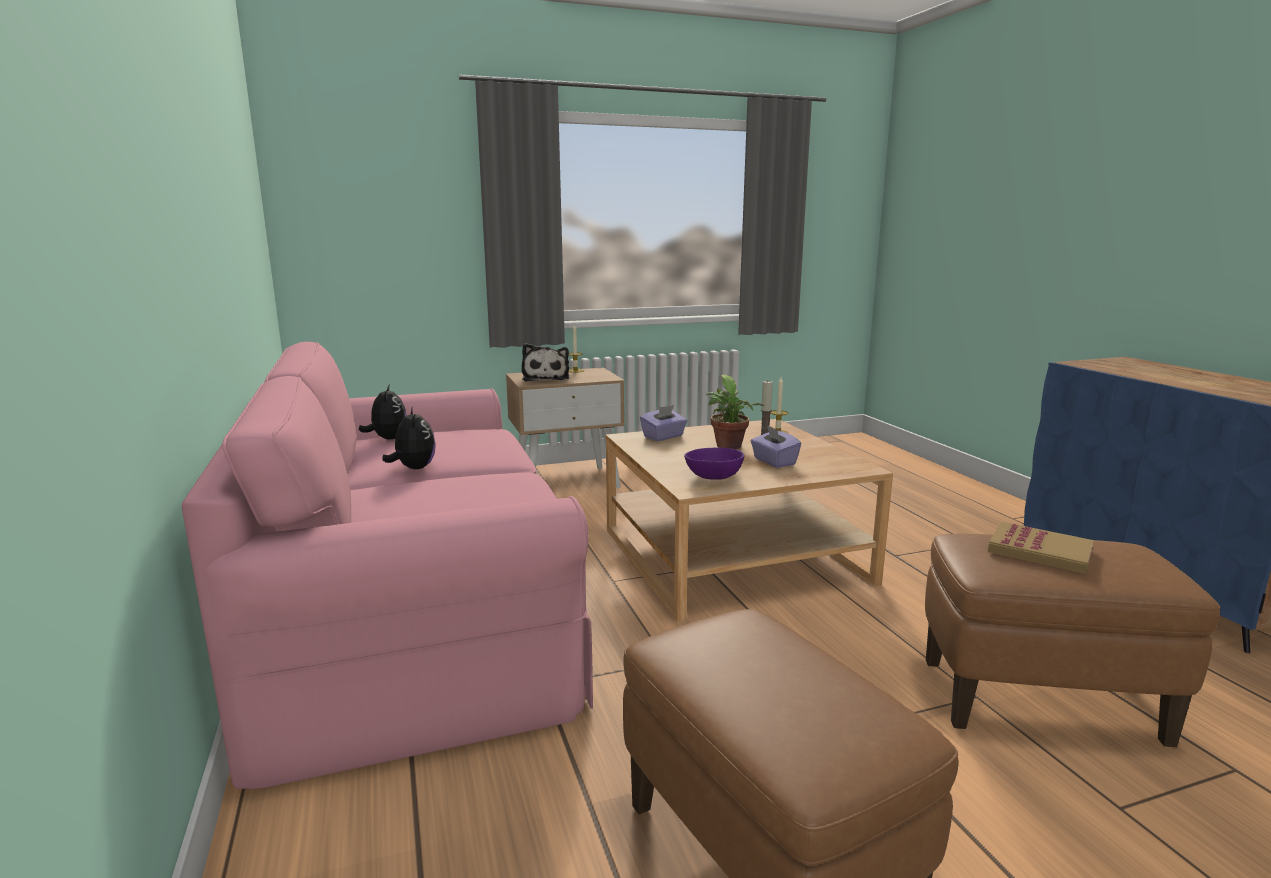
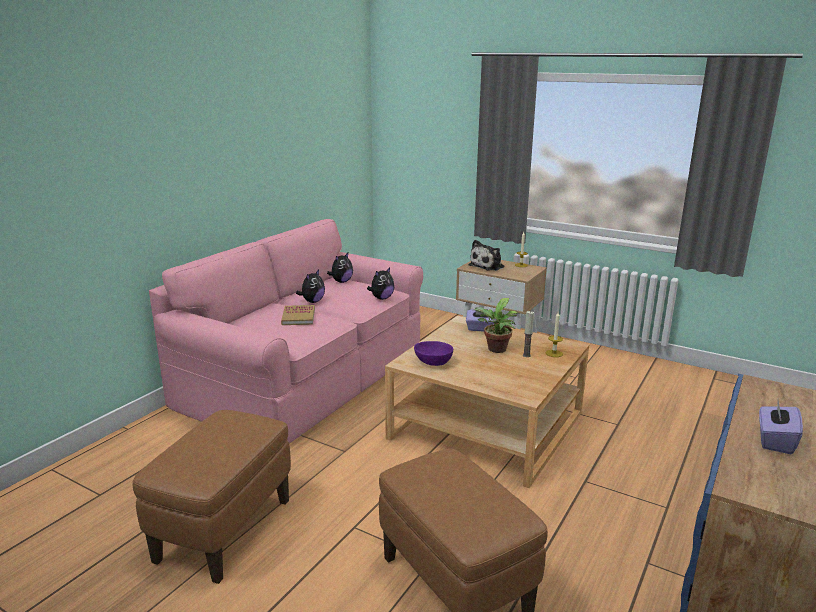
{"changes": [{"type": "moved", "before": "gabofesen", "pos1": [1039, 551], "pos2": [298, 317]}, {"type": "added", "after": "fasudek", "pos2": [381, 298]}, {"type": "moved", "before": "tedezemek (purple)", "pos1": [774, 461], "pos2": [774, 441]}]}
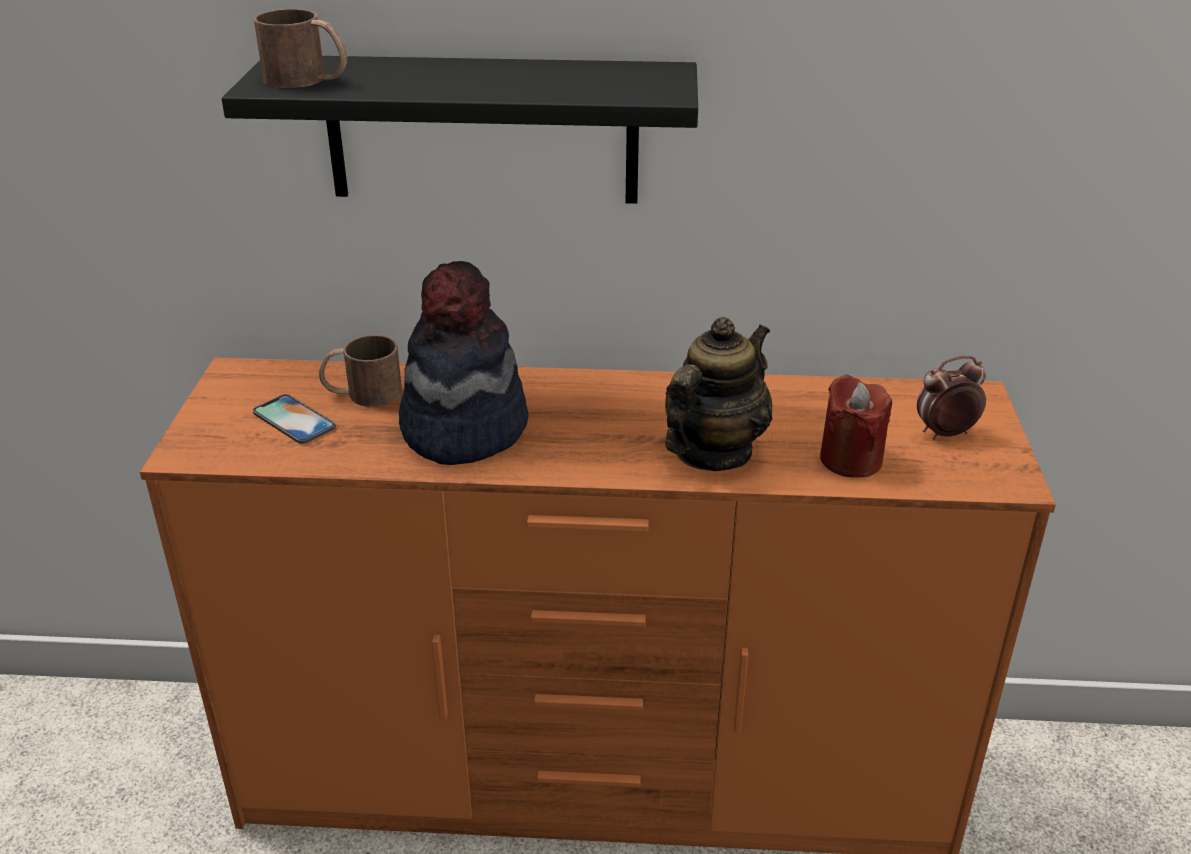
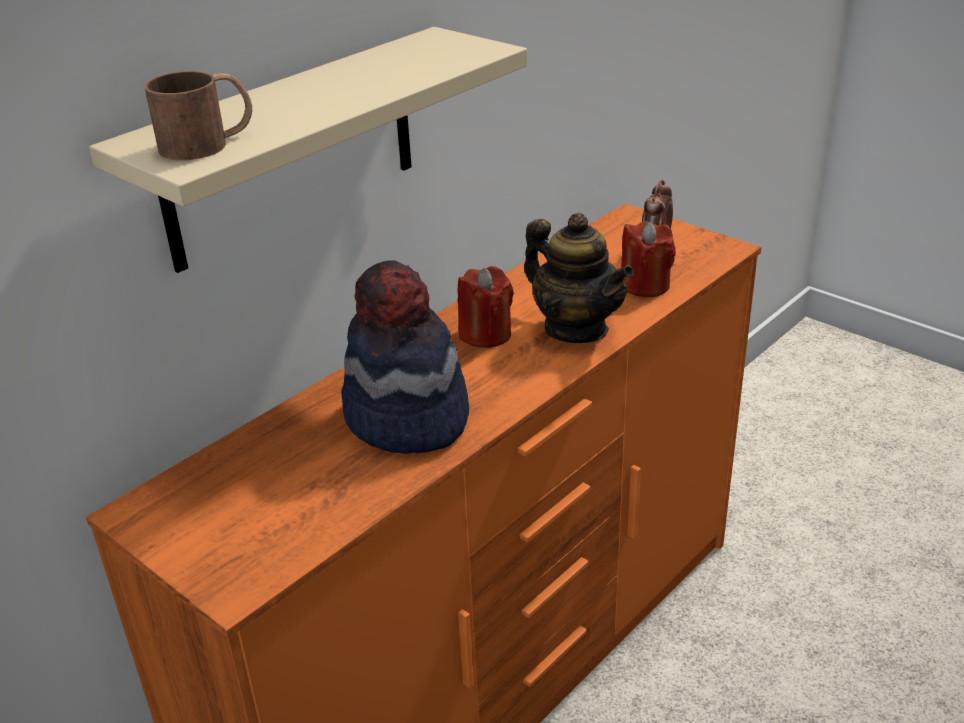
{"changes": [{"type": "recoloured", "before": "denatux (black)", "after": "denatux (beige)", "pos1": [482, 130], "pos2": [292, 148]}, {"type": "added", "after": "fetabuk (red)", "pos2": [485, 334]}, {"type": "turned", "before": "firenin", "pos1": [712, 452], "pos2": [576, 328], "turn": 150}, {"type": "removed", "before": "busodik", "pos1": [294, 420]}, {"type": "removed", "before": "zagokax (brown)", "pos1": [362, 393]}]}
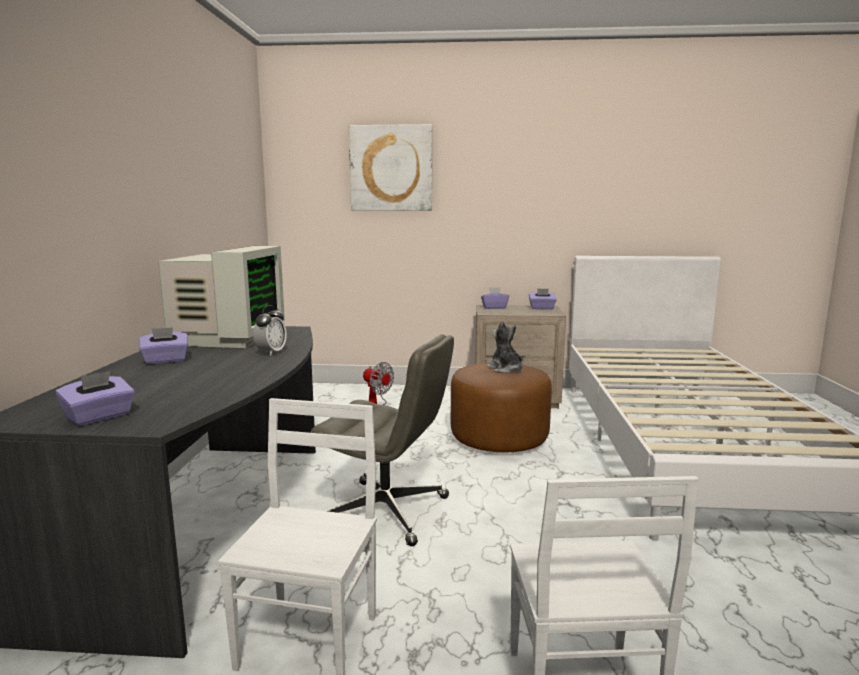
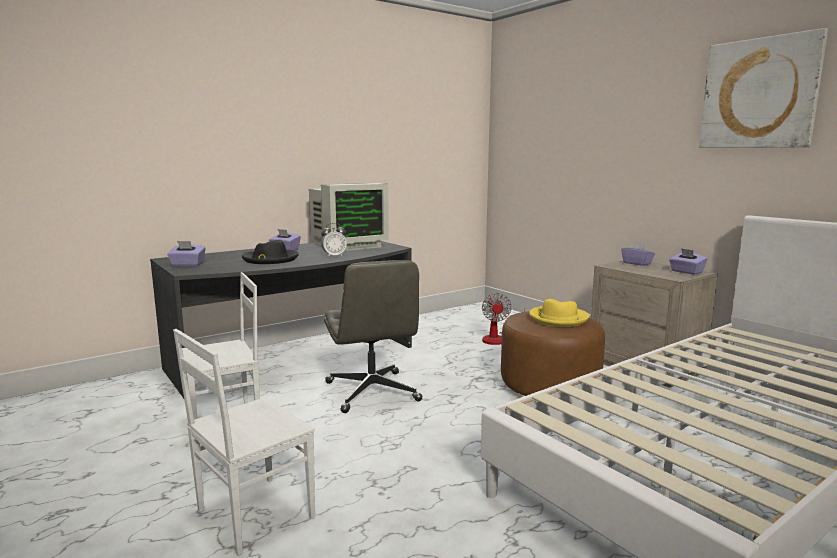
{"changes": [{"type": "added", "after": "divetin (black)", "pos2": [270, 259]}, {"type": "replaced", "before": "fasudek", "after": "divetin (yellow)", "pos1": [505, 369], "pos2": [558, 318]}, {"type": "moved", "before": "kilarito", "pos1": [391, 168], "pos2": [759, 94]}]}
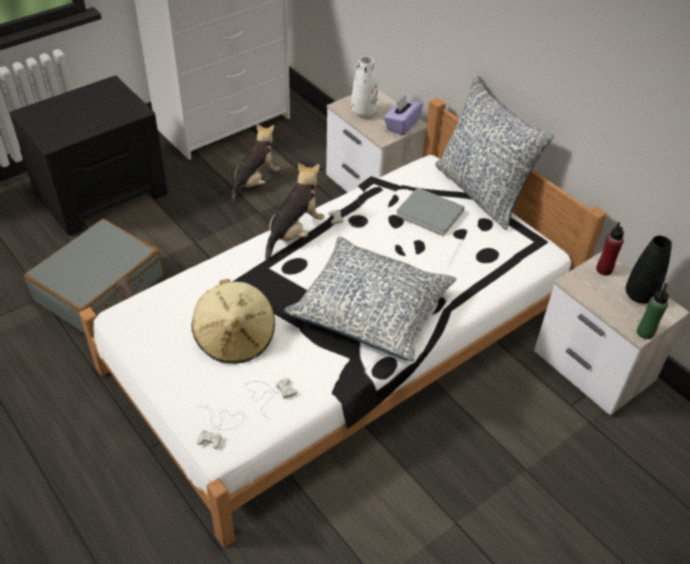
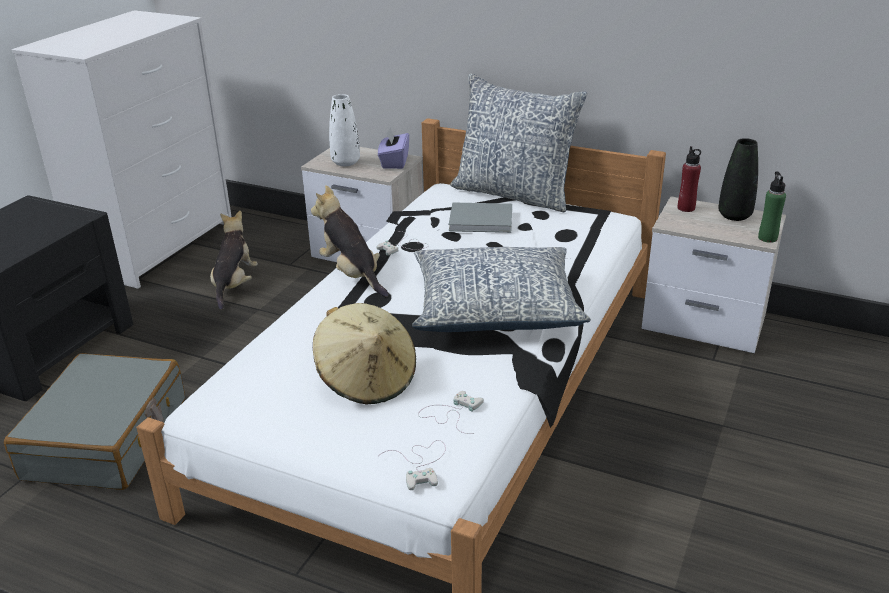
{"changes": [{"type": "turned", "before": "fasudek", "pos1": [294, 233], "pos2": [352, 274], "turn": -45}]}
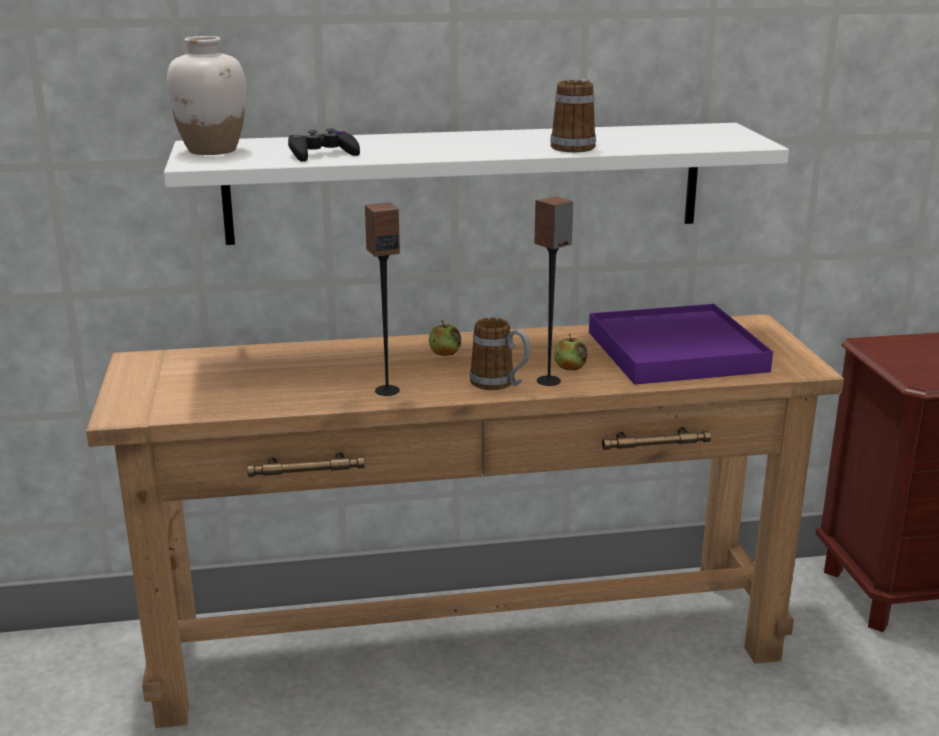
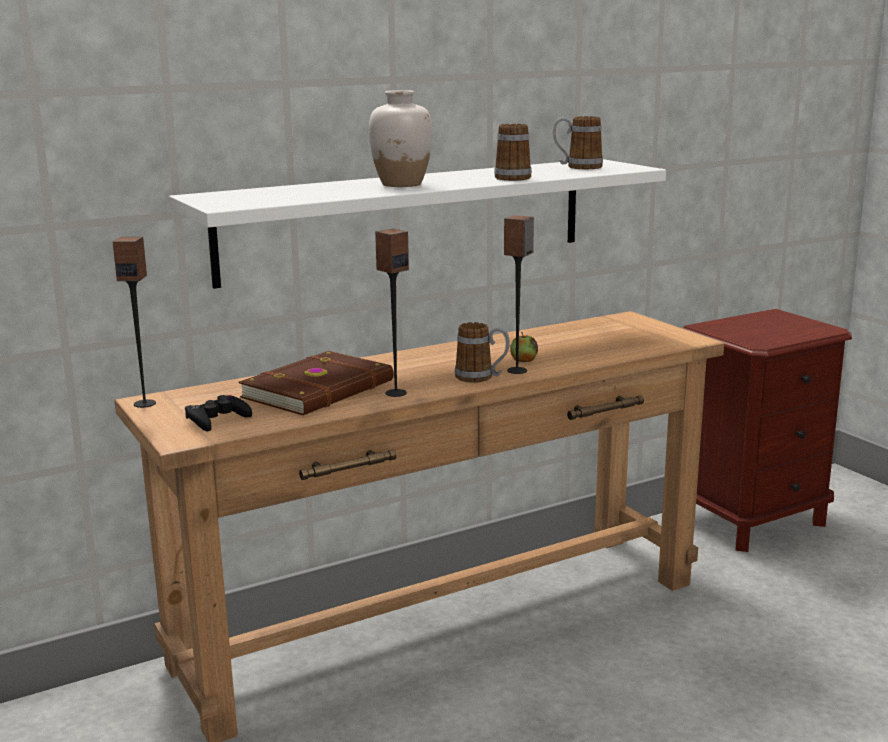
{"changes": [{"type": "added", "after": "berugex", "pos2": [145, 403]}, {"type": "moved", "before": "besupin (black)", "pos1": [322, 154], "pos2": [217, 419]}, {"type": "added", "after": "gabofesen (brown)", "pos2": [320, 390]}, {"type": "moved", "before": "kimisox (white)", "pos1": [212, 150], "pos2": [402, 184]}, {"type": "added", "after": "zagokax", "pos2": [577, 167]}, {"type": "removed", "before": "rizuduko", "pos1": [445, 353]}, {"type": "removed", "before": "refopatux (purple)", "pos1": [675, 351]}]}
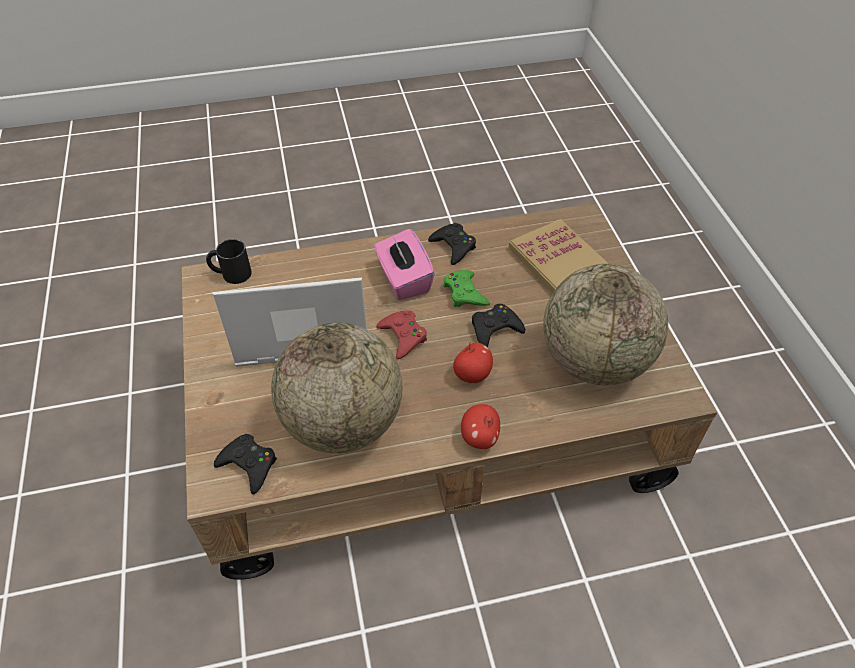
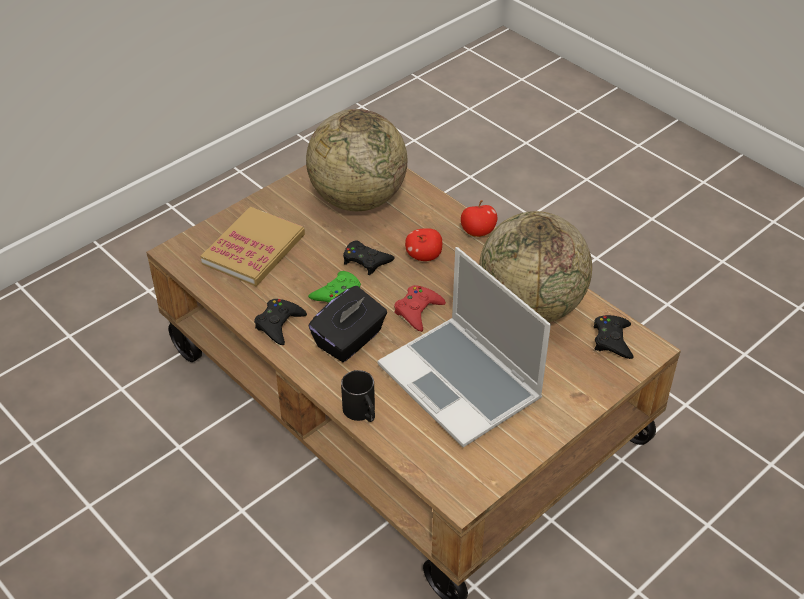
{"changes": [{"type": "recoloured", "before": "tedezemek (pink)", "after": "tedezemek (black)", "pos1": [403, 279], "pos2": [349, 340]}, {"type": "moved", "before": "zagokax (black)", "pos1": [231, 273], "pos2": [362, 412]}]}
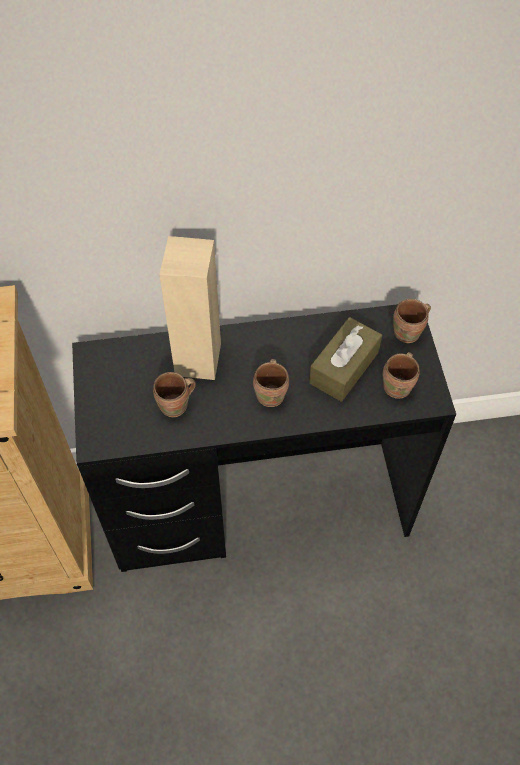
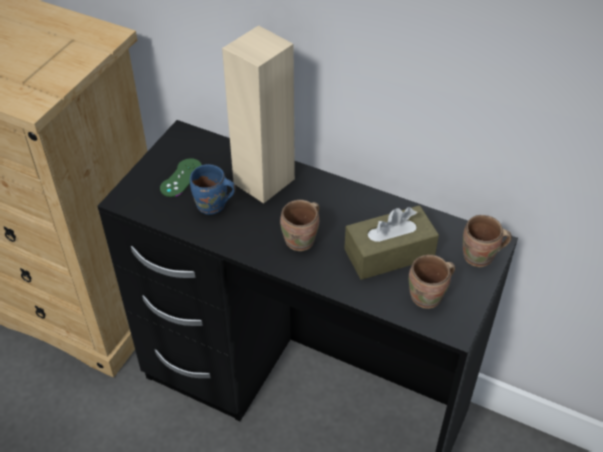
{"changes": [{"type": "added", "after": "besupin (green)", "pos2": [181, 178]}, {"type": "recoloured", "before": "zagokax (brown)", "after": "zagokax (blue)", "pos1": [176, 406], "pos2": [212, 206]}]}
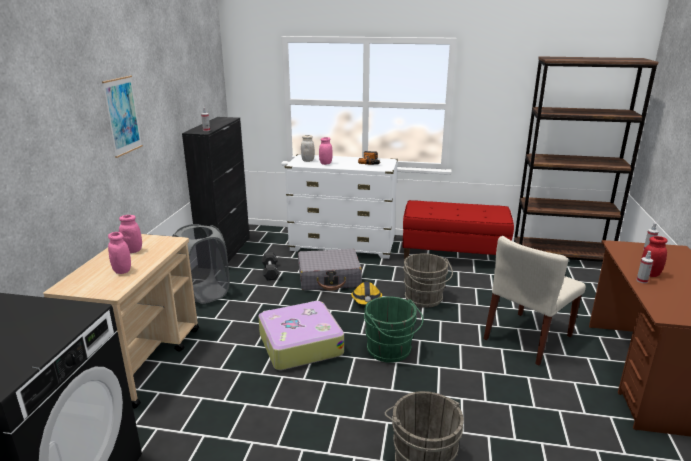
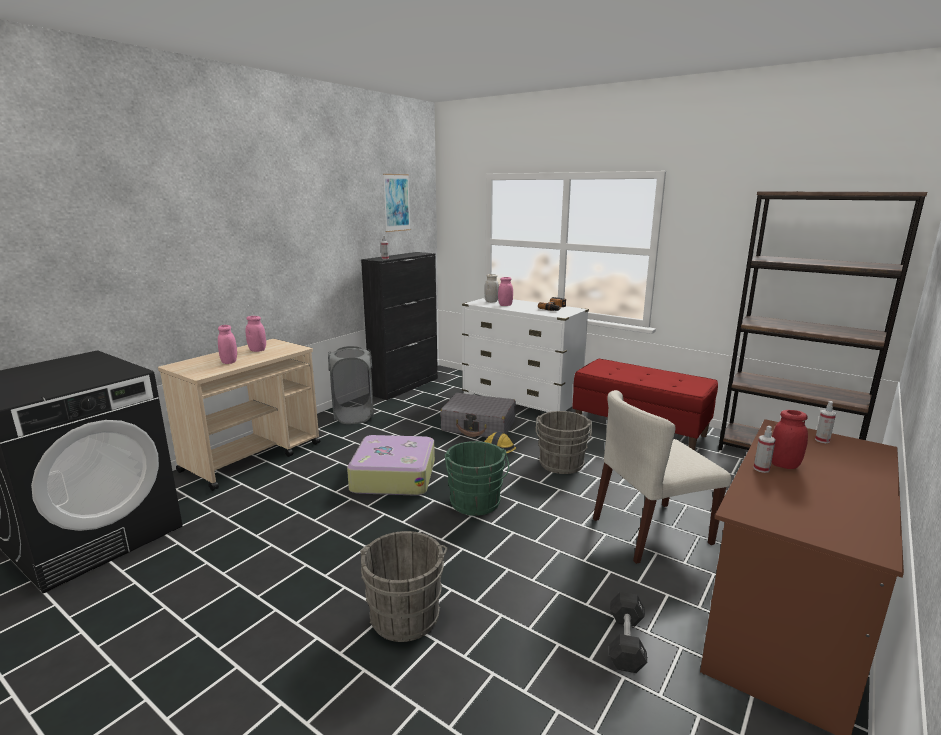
{"changes": [{"type": "moved", "before": "kilarito", "pos1": [122, 116], "pos2": [396, 202]}, {"type": "moved", "before": "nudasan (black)", "pos1": [270, 272], "pos2": [626, 642]}]}
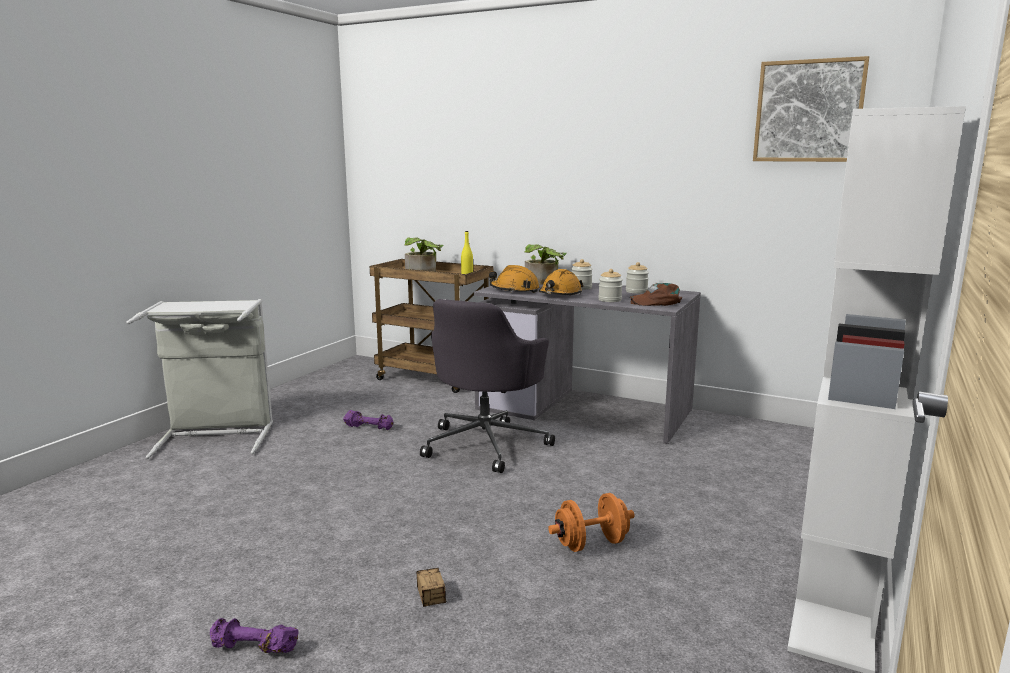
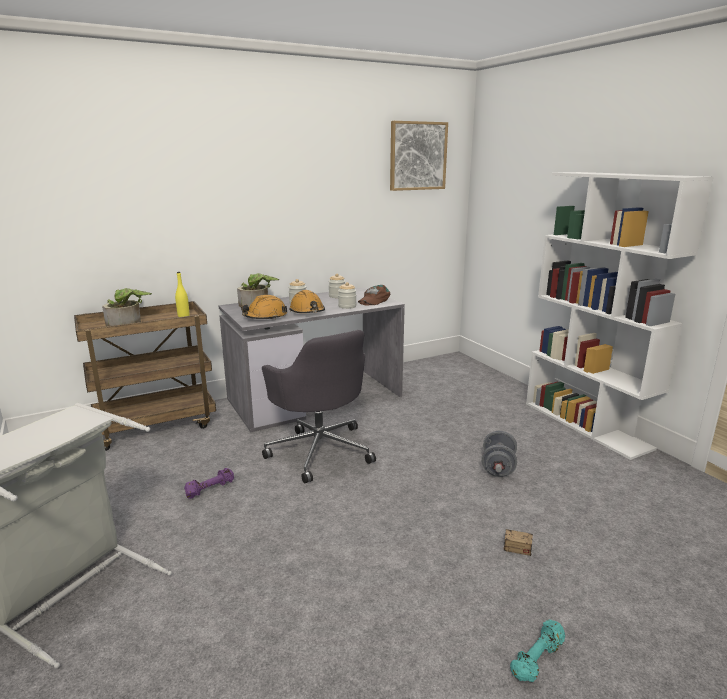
{"changes": [{"type": "recoloured", "before": "nudasan (orange)", "after": "nudasan (grey)", "pos1": [591, 543], "pos2": [498, 468]}, {"type": "recoloured", "before": "nudasan (purple)", "after": "nudasan (turquoise)", "pos1": [253, 648], "pos2": [538, 660]}]}
